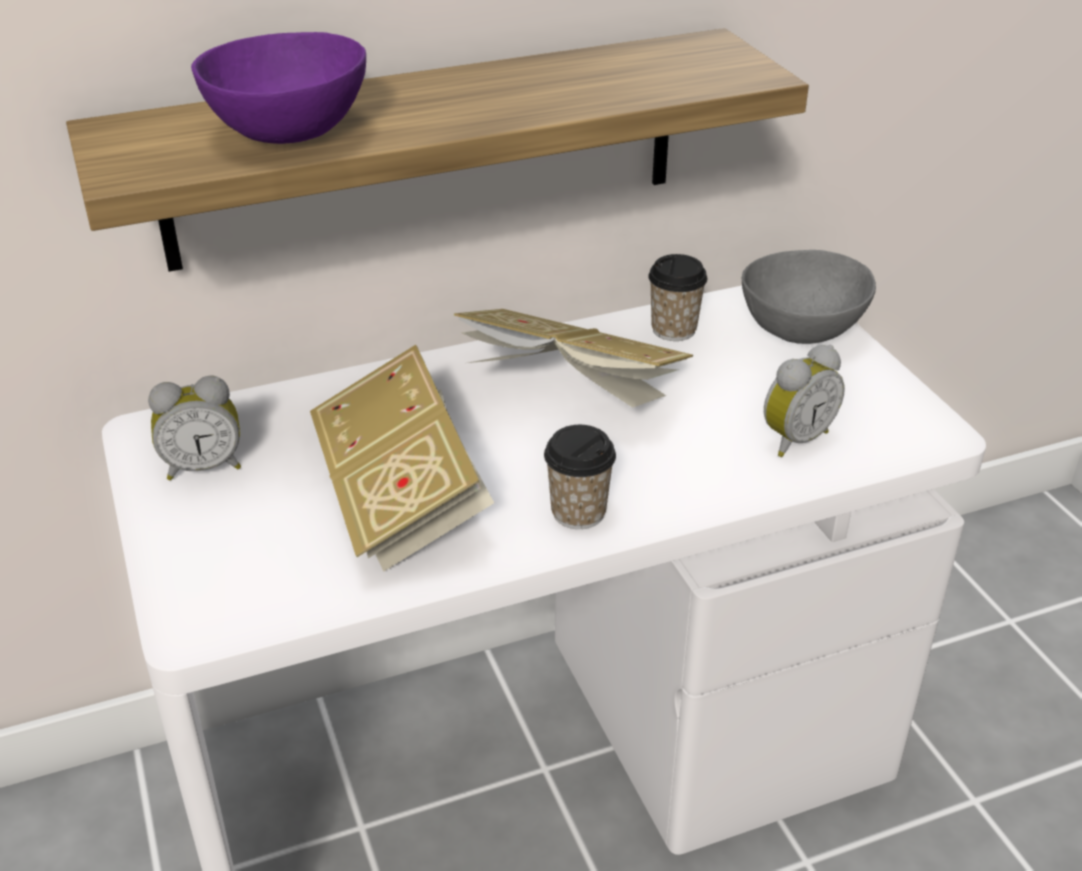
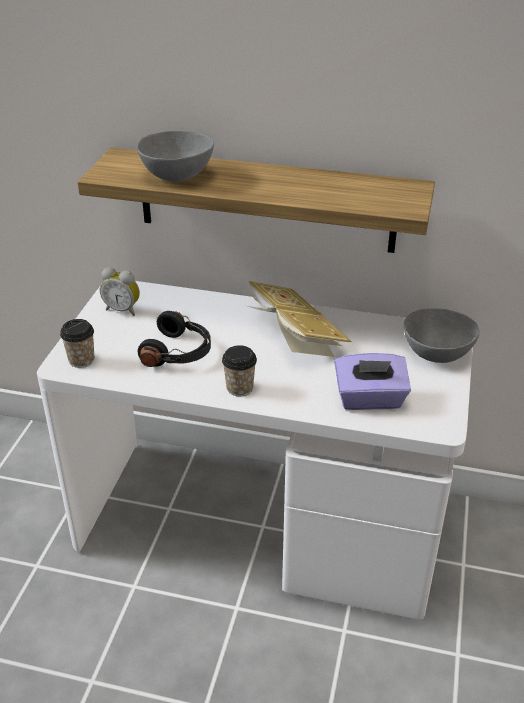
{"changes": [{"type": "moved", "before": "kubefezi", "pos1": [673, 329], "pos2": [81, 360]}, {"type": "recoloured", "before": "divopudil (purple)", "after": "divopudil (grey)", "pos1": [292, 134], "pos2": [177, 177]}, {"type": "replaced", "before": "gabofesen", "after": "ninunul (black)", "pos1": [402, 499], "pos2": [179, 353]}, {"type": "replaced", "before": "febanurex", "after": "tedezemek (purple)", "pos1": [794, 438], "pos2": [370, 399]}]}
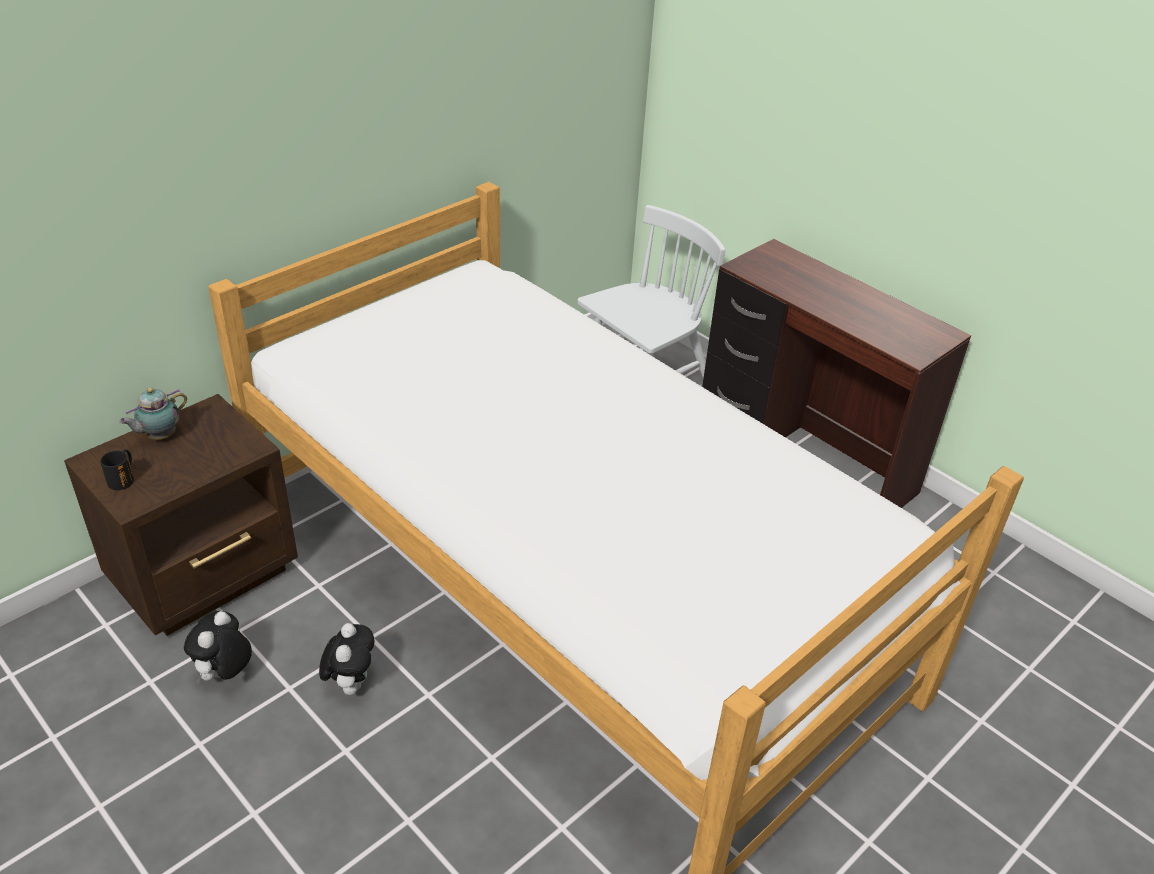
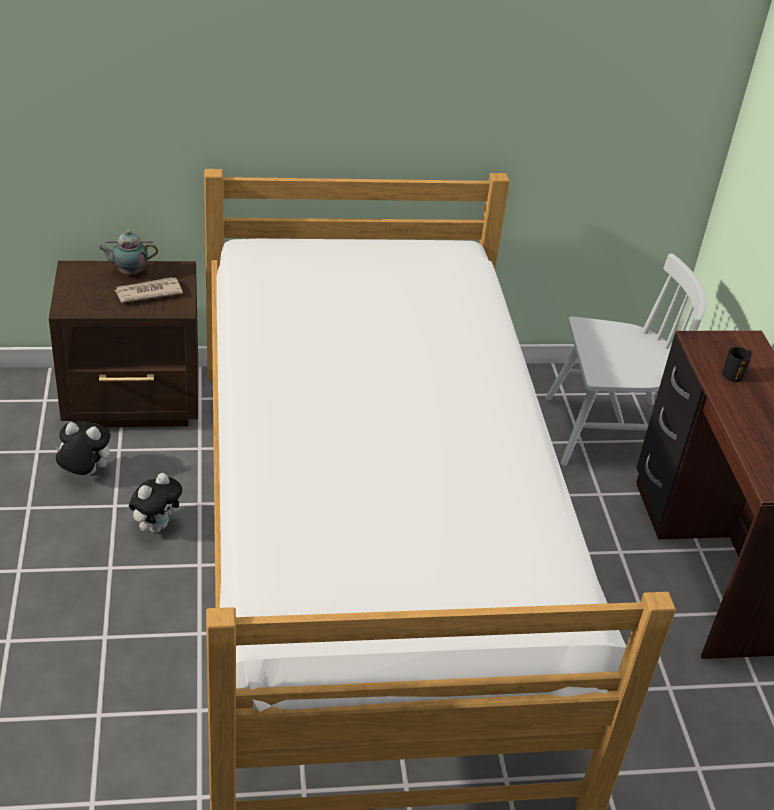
{"changes": [{"type": "turned", "before": "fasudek", "pos1": [225, 674], "pos2": [84, 473], "turn": 45}, {"type": "added", "after": "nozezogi", "pos2": [148, 292]}, {"type": "moved", "before": "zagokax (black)", "pos1": [123, 478], "pos2": [735, 373]}]}
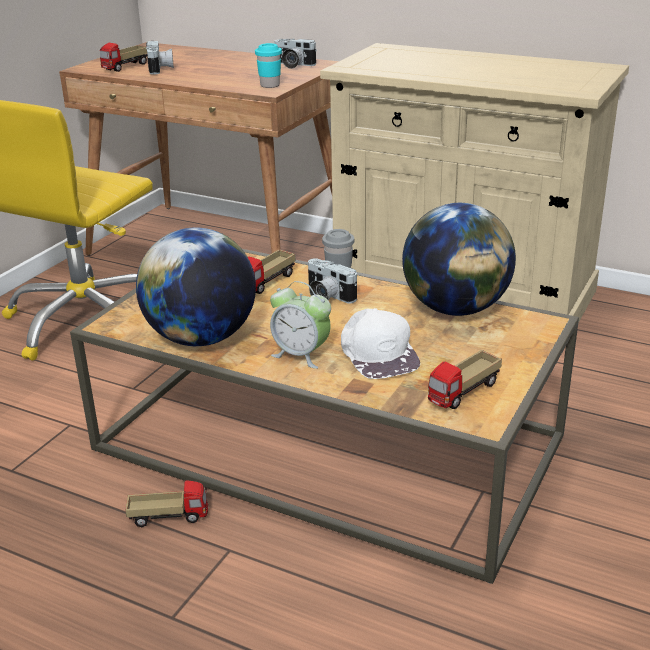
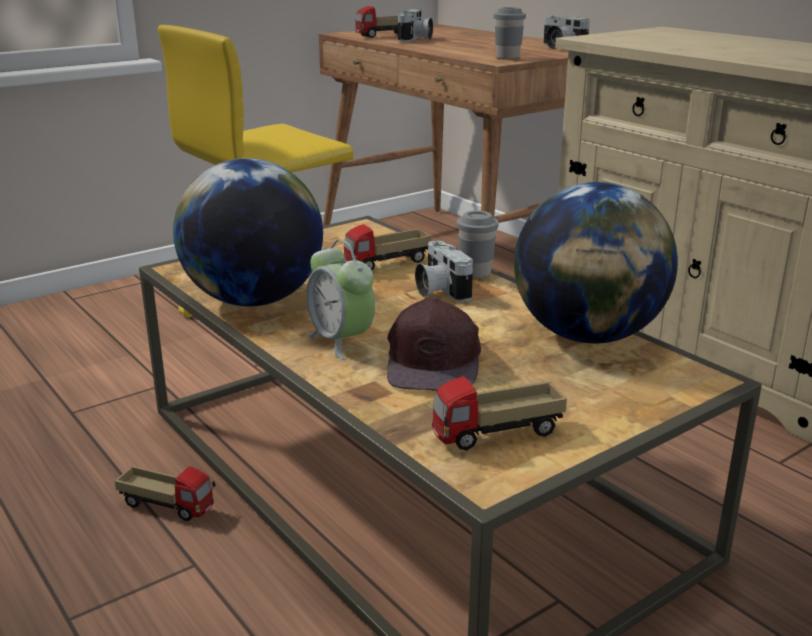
{"changes": [{"type": "recoloured", "before": "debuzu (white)", "after": "debuzu (brown)", "pos1": [378, 353], "pos2": [435, 361]}, {"type": "recoloured", "before": "kubefezi (turquoise)", "after": "kubefezi (grey)", "pos1": [270, 85], "pos2": [507, 58]}]}
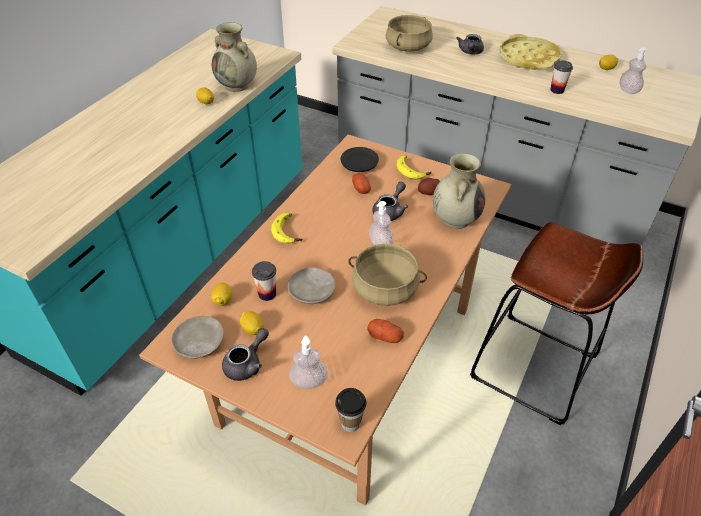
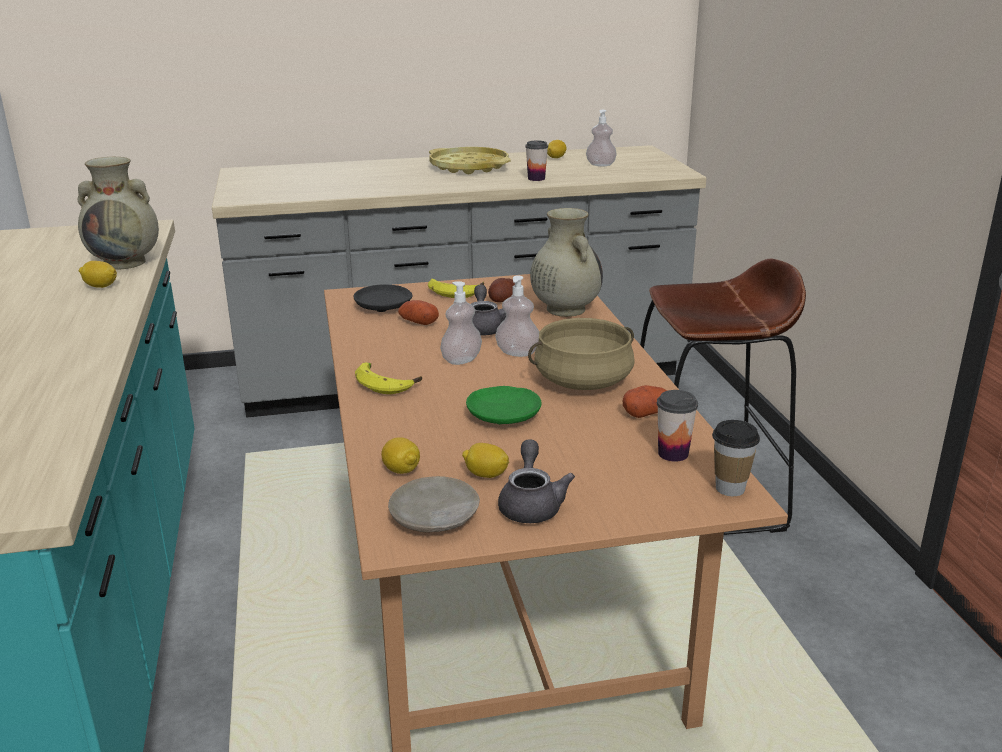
{"changes": [{"type": "moved", "before": "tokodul", "pos1": [309, 381], "pos2": [461, 360]}, {"type": "recoloured", "before": "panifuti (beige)", "after": "panifuti (green)", "pos1": [312, 291], "pos2": [504, 415]}, {"type": "moved", "before": "kubefezi", "pos1": [267, 294], "pos2": [673, 454]}, {"type": "removed", "before": "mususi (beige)", "pos1": [408, 47]}, {"type": "removed", "before": "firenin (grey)", "pos1": [470, 52]}]}
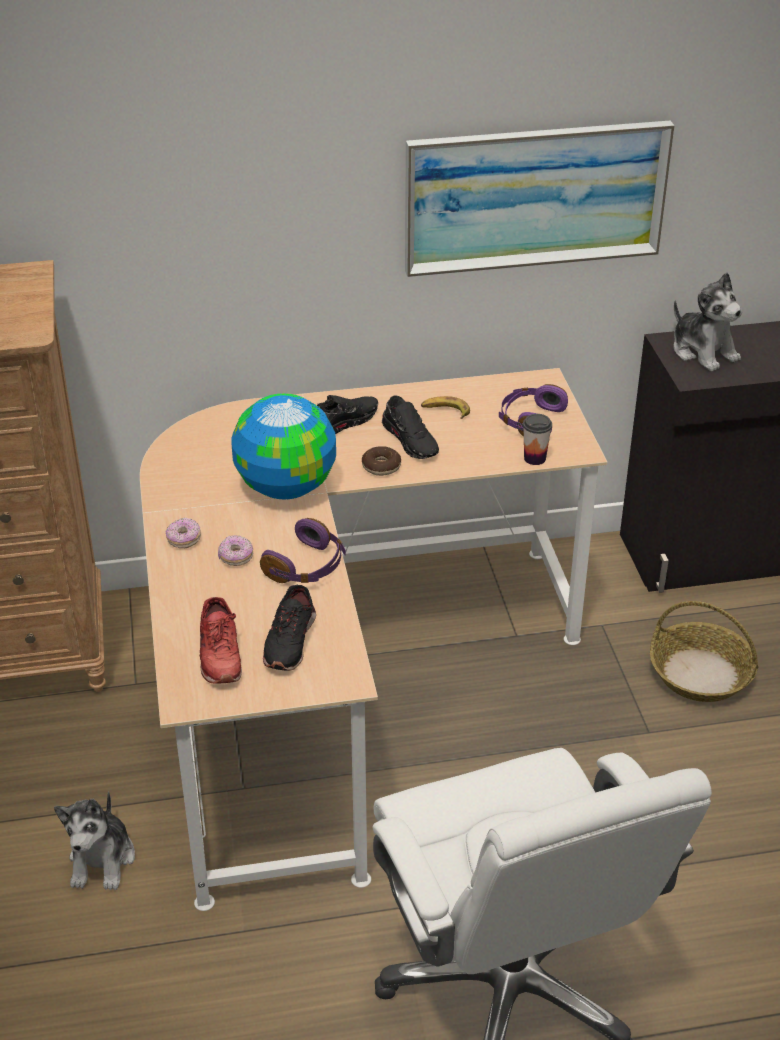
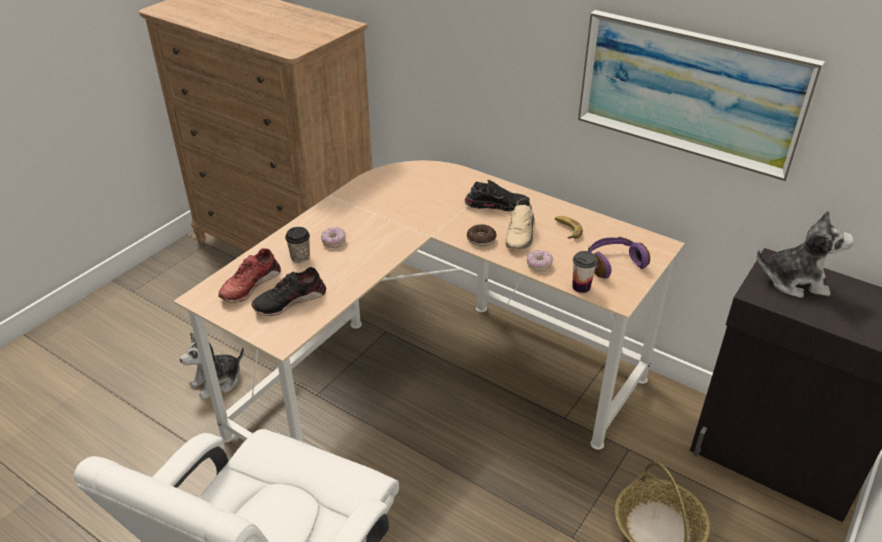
{"changes": [{"type": "added", "after": "kubefezi", "pos2": [300, 257]}, {"type": "recoloured", "before": "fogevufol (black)", "after": "fogevufol (beige)", "pos1": [411, 440], "pos2": [521, 235]}, {"type": "moved", "before": "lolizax", "pos1": [183, 539], "pos2": [539, 265]}, {"type": "turned", "before": "fasudek", "pos1": [703, 352], "pos2": [795, 281], "turn": -90}, {"type": "removed", "before": "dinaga", "pos1": [285, 487]}, {"type": "removed", "before": "ninunul (purple)", "pos1": [307, 567]}]}
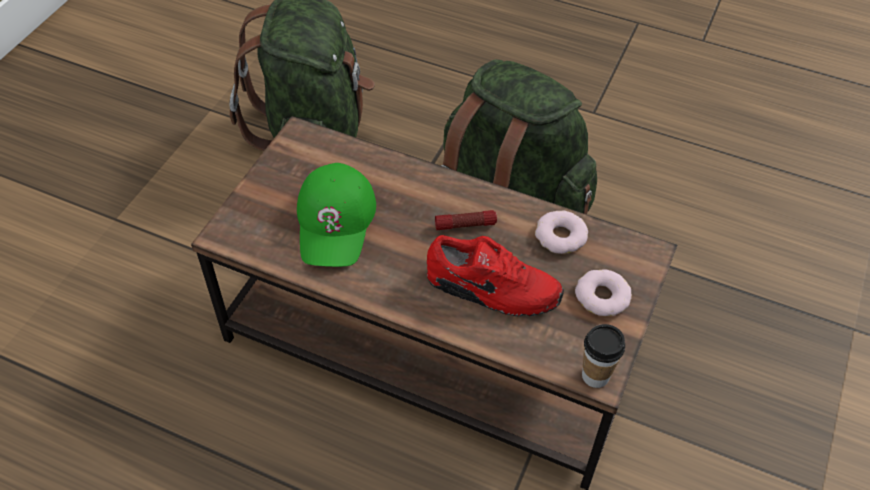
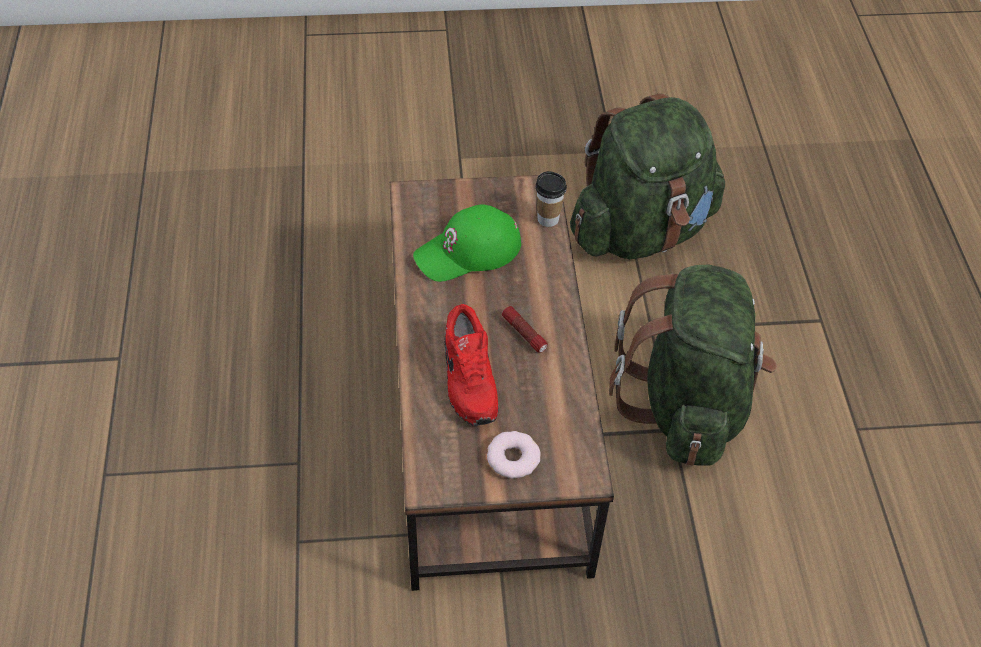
{"changes": [{"type": "moved", "before": "kubefezi", "pos1": [595, 376], "pos2": [548, 219]}, {"type": "removed", "before": "lolizax", "pos1": [560, 236]}]}
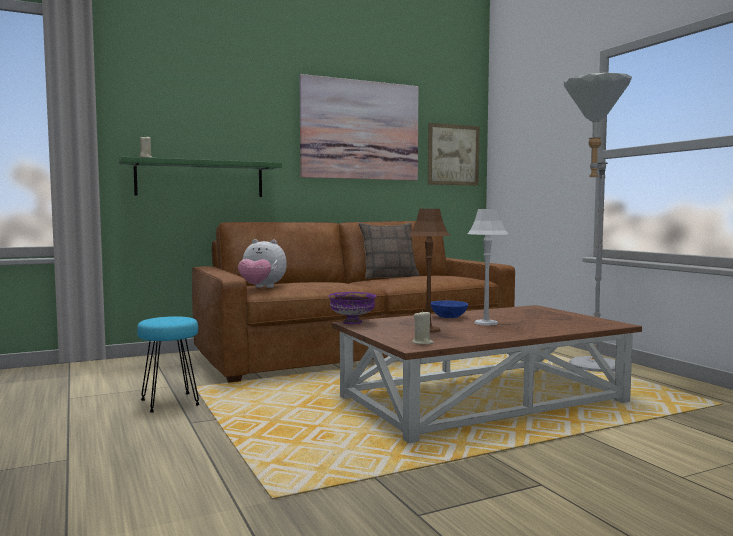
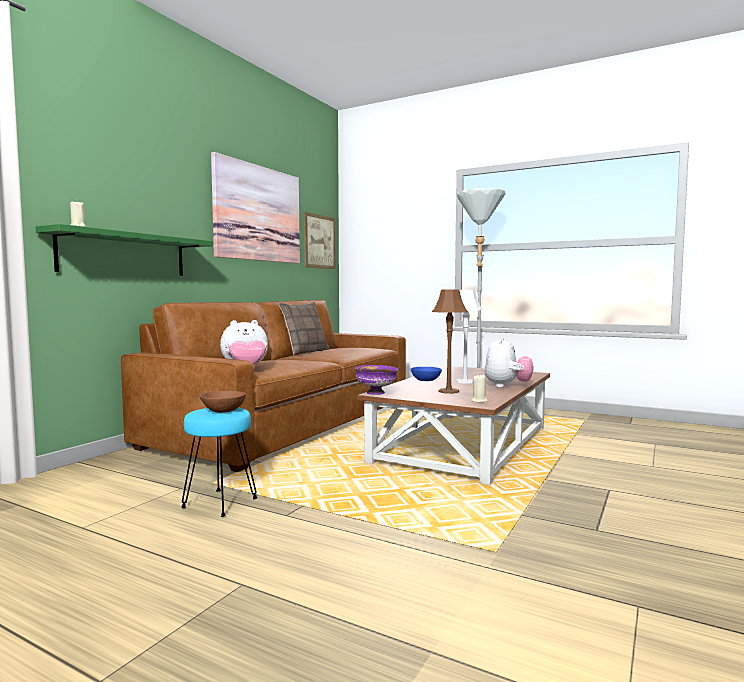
{"changes": [{"type": "added", "after": "divopudil (brown)", "pos2": [223, 411]}, {"type": "added", "after": "fasudek", "pos2": [507, 386]}]}
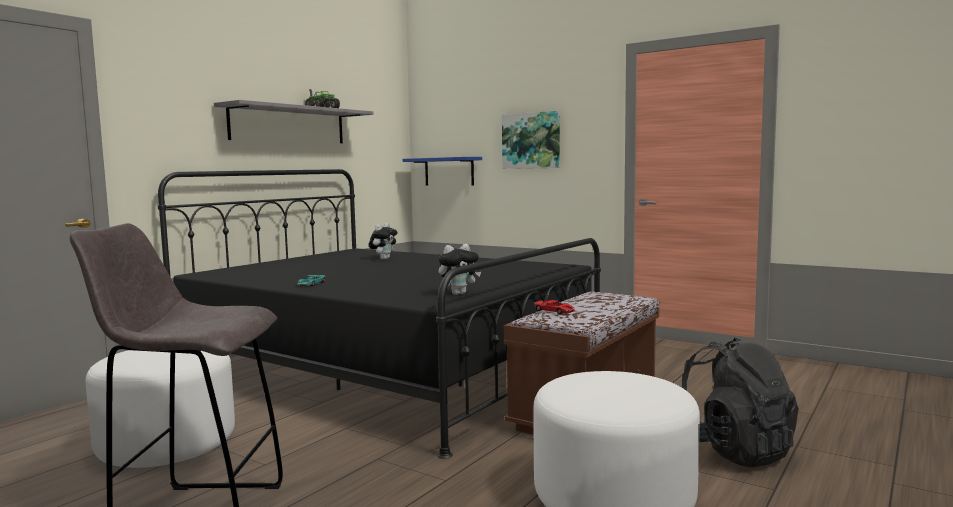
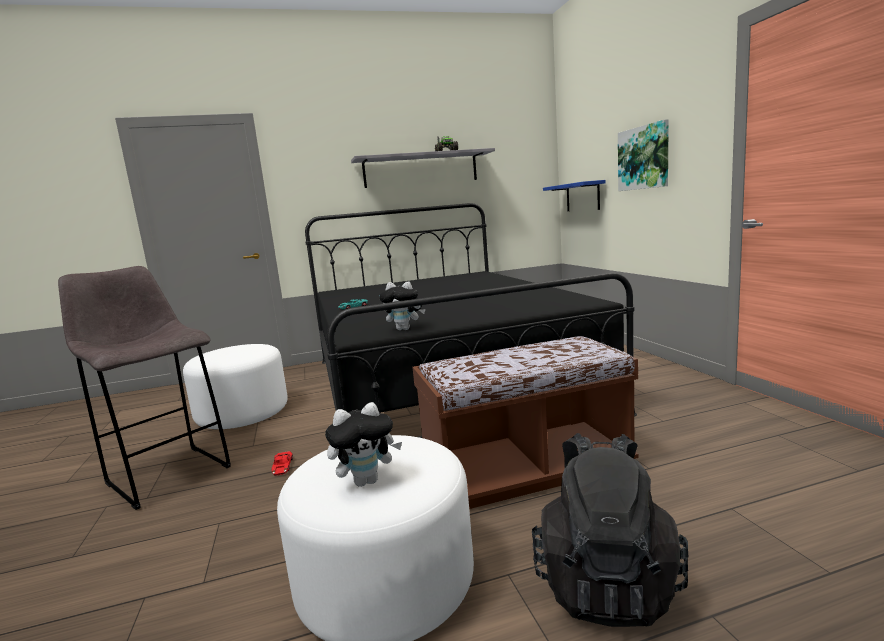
{"changes": [{"type": "moved", "before": "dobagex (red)", "pos1": [554, 311], "pos2": [282, 467]}, {"type": "moved", "before": "fasudek", "pos1": [384, 259], "pos2": [367, 481]}]}
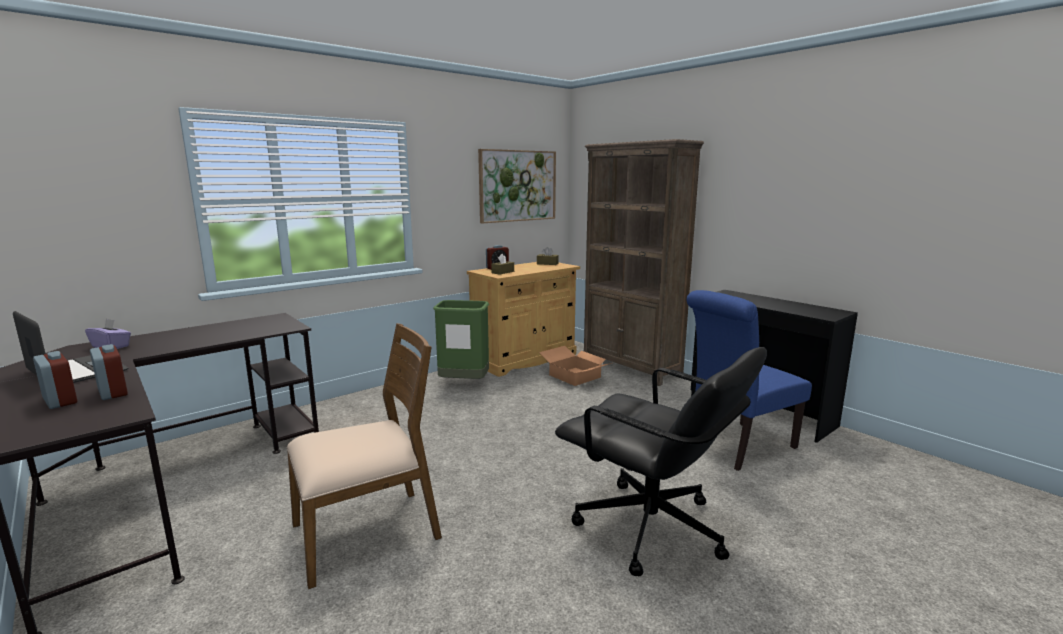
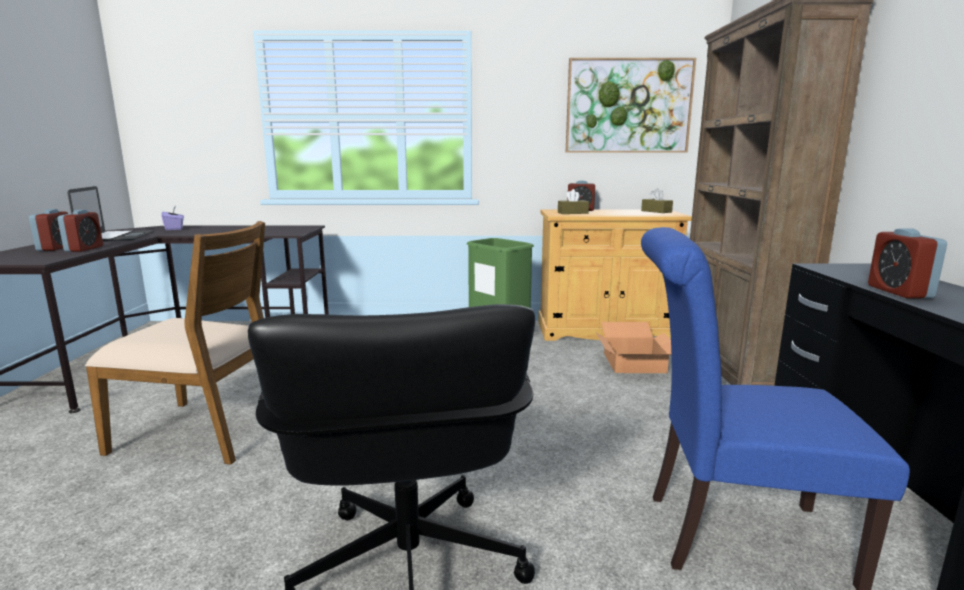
{"changes": [{"type": "added", "after": "febanurex", "pos2": [899, 292]}]}
